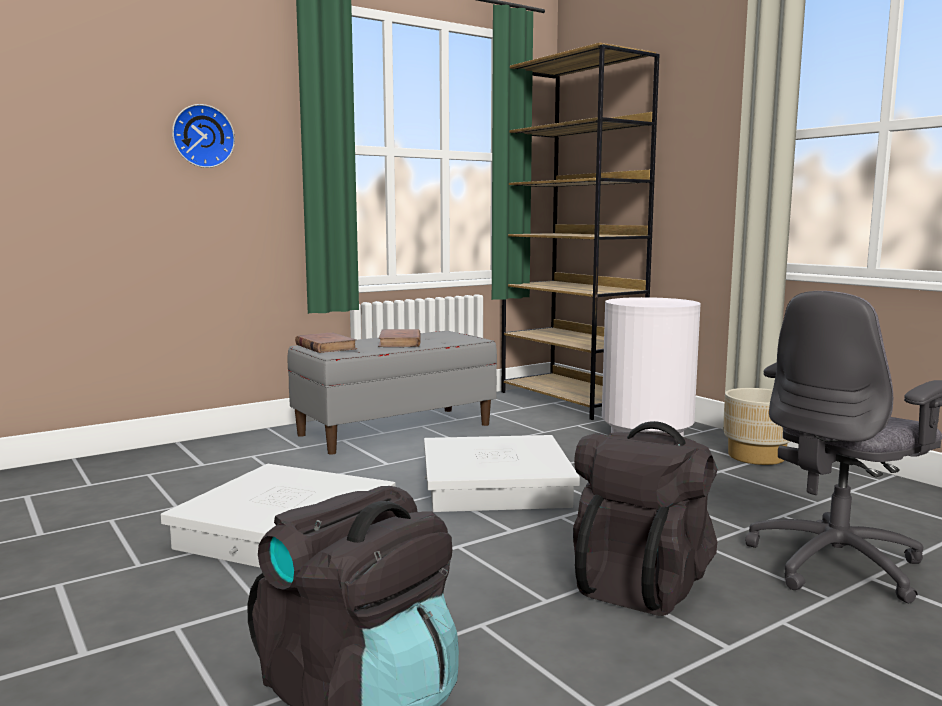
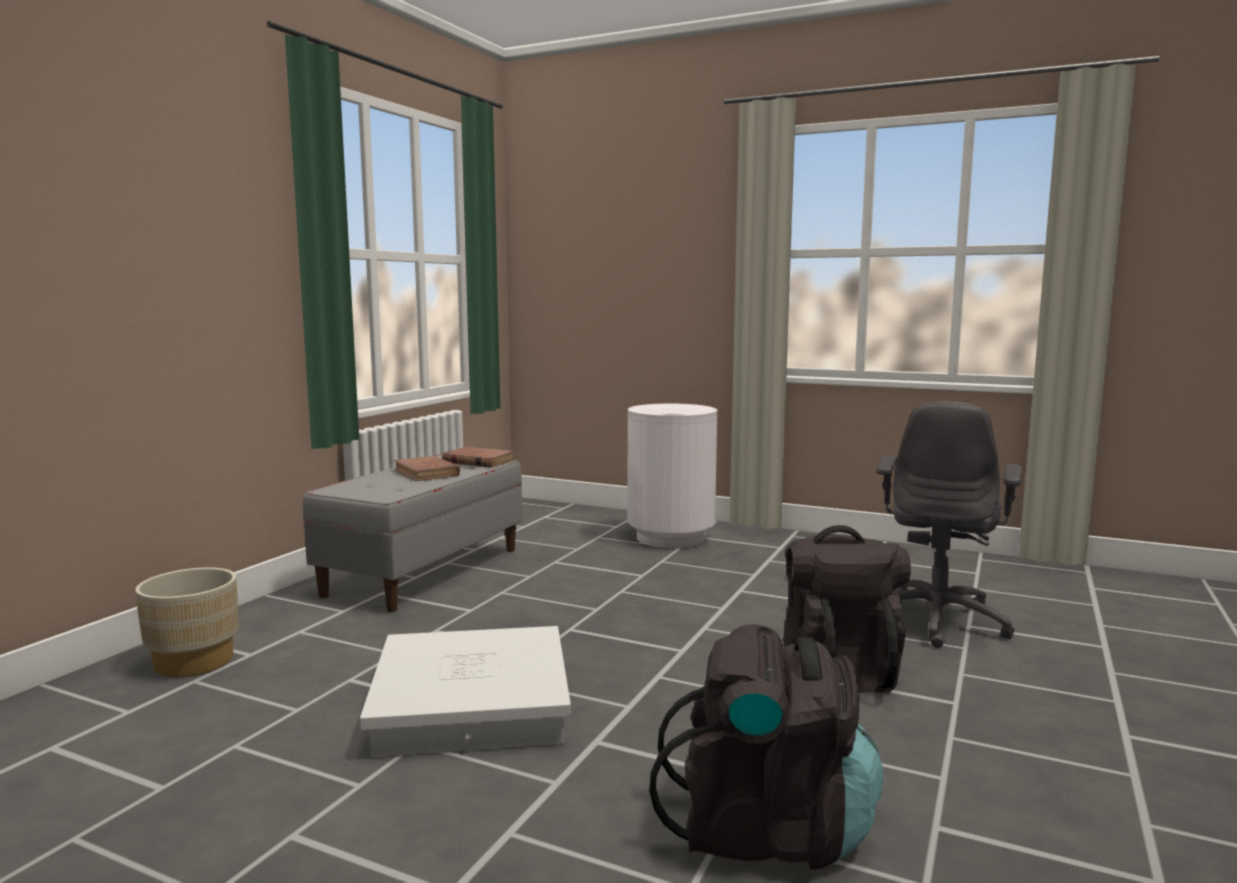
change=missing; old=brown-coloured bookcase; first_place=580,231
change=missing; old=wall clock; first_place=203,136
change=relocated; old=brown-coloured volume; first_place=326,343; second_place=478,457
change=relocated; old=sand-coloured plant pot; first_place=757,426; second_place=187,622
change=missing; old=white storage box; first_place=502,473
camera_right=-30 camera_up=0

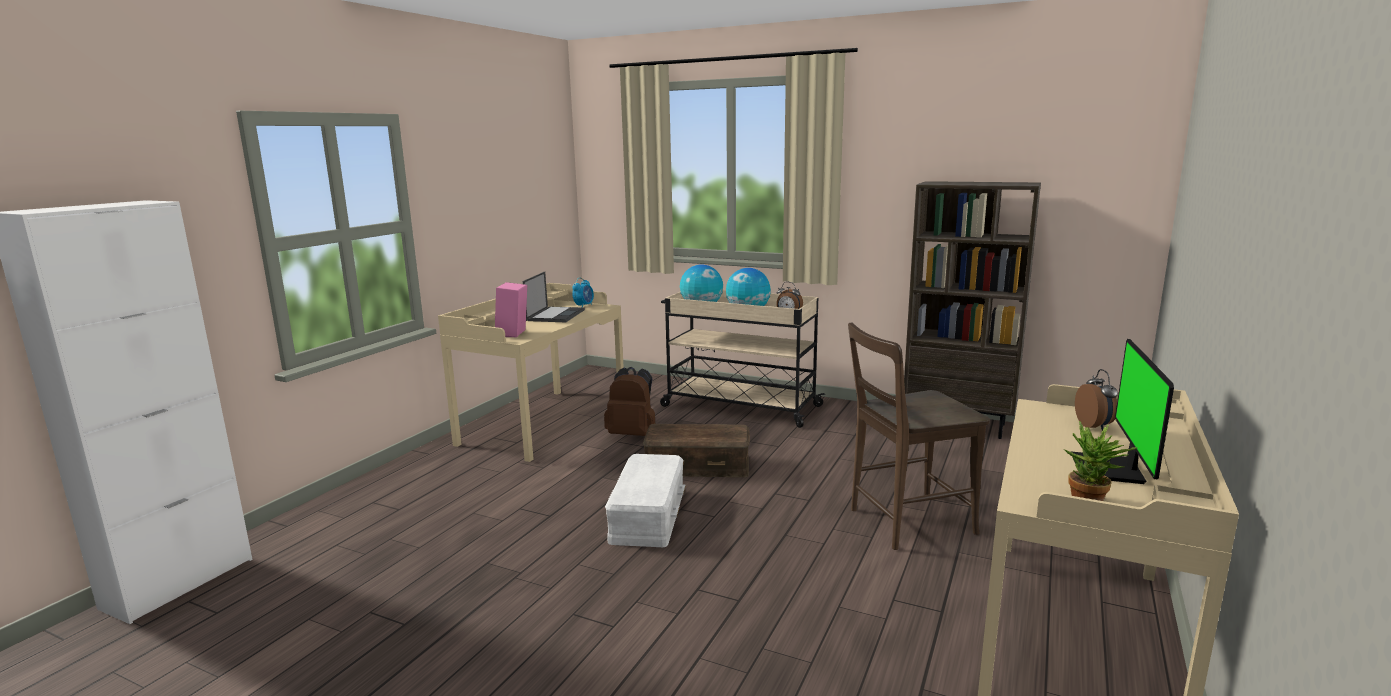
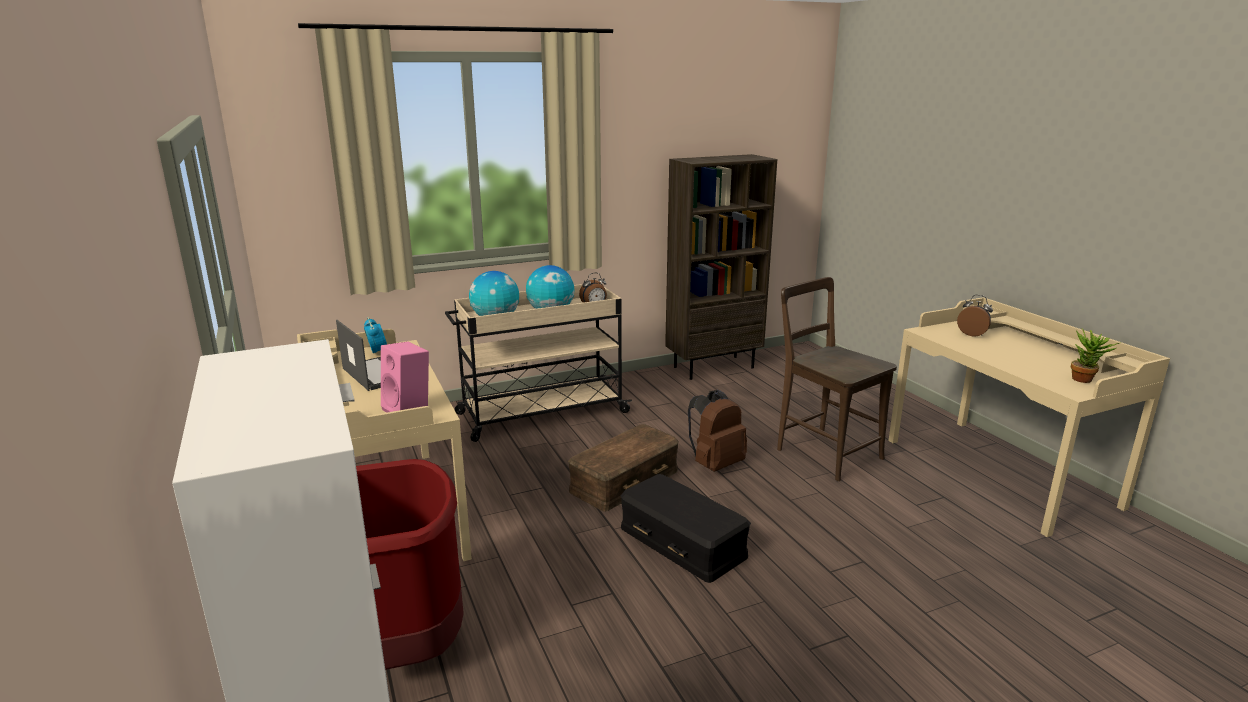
change=spun; old=brown-coloured plain chair; first_place=919,436; second_place=837,379; degrees=120
change=missing; old=computer display; first_place=1122,411
change=relocated; old=brown-coloured rucksack; first_place=629,401; second_place=717,431
change=colour; old=white storage box; new=blackish storage box; first_place=645,500; second_place=686,528
change=appeared; new=reddish rubbish bin; second_place=410,564
camera_right=-50 camera_up=5

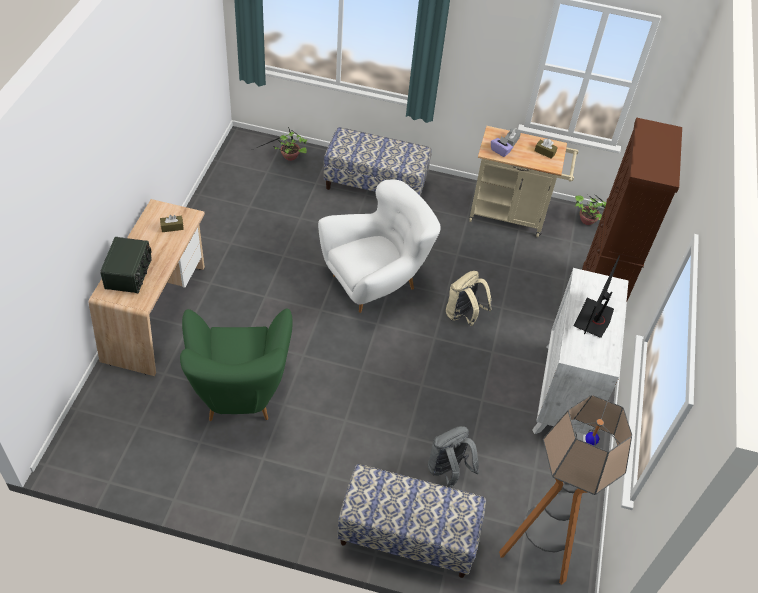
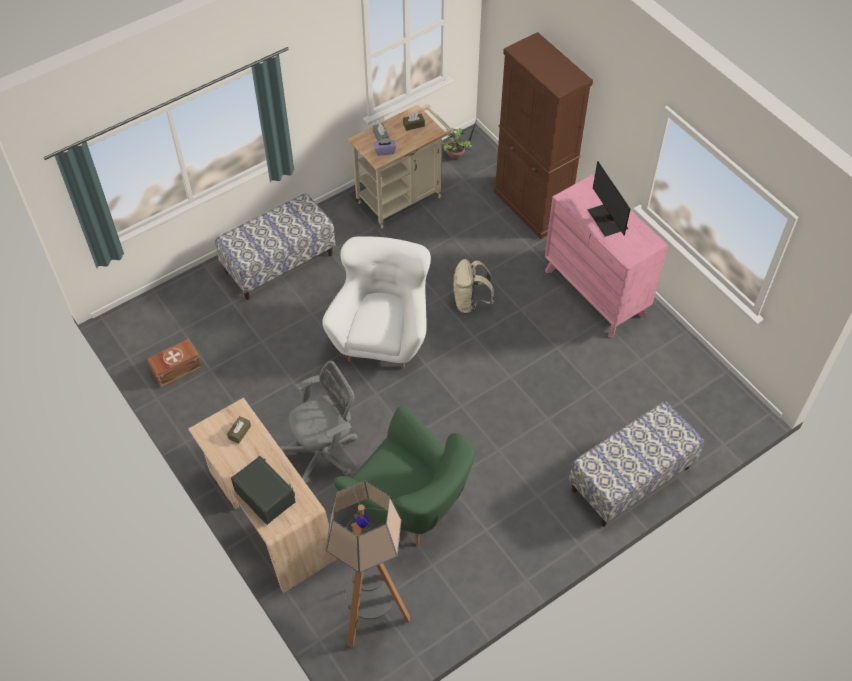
change=missing; old=houseplant; first_place=279,144
change=colour; old=white dresser; new=pink dresser; first_place=580,355; second_place=606,256
change=relocated; old=standing lamp; first_place=565,490; second_place=368,564
change=missing; old=gray rucksack; first_place=453,457
change=appeared; new=brown-coloured storage box; second_place=174,363
change=appeared; new=gray computer chair; second_place=319,422
camera_right=-45 camera_up=5

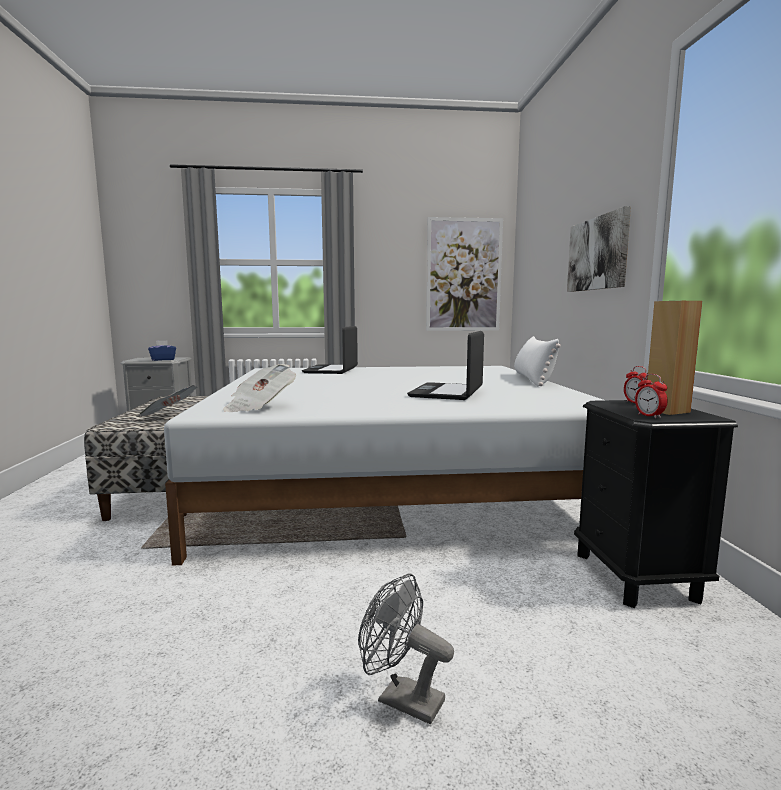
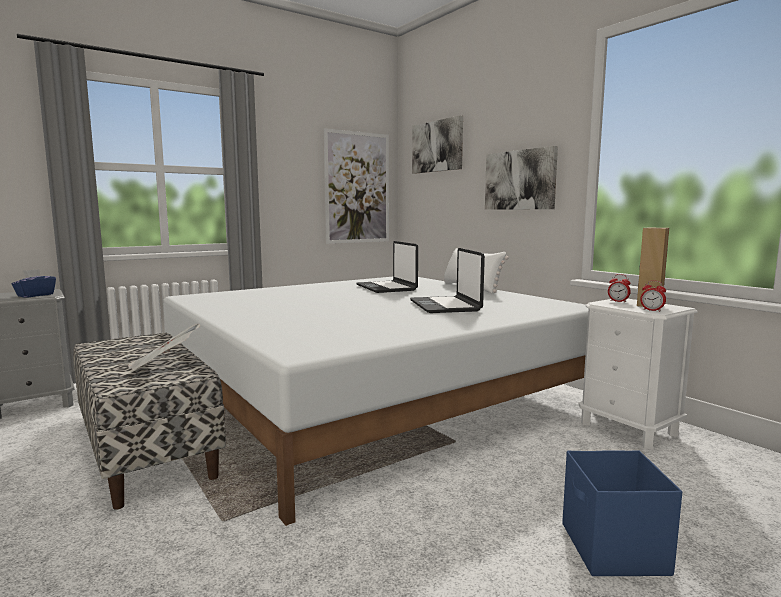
change=relocated; old=notebook computer; first_place=330,350; second_place=387,267
change=missing; old=daily paper; first_place=259,388
change=colour; old=blackish night table; new=white night table; first_place=656,504; second_place=638,374
change=exchanged; old=gray cooling fan; new=blue-coloured storage box; first_place=406,649; second_place=622,513
change=appeared; new=wall art; second_place=437,145
camera_right=-30 camera_up=0

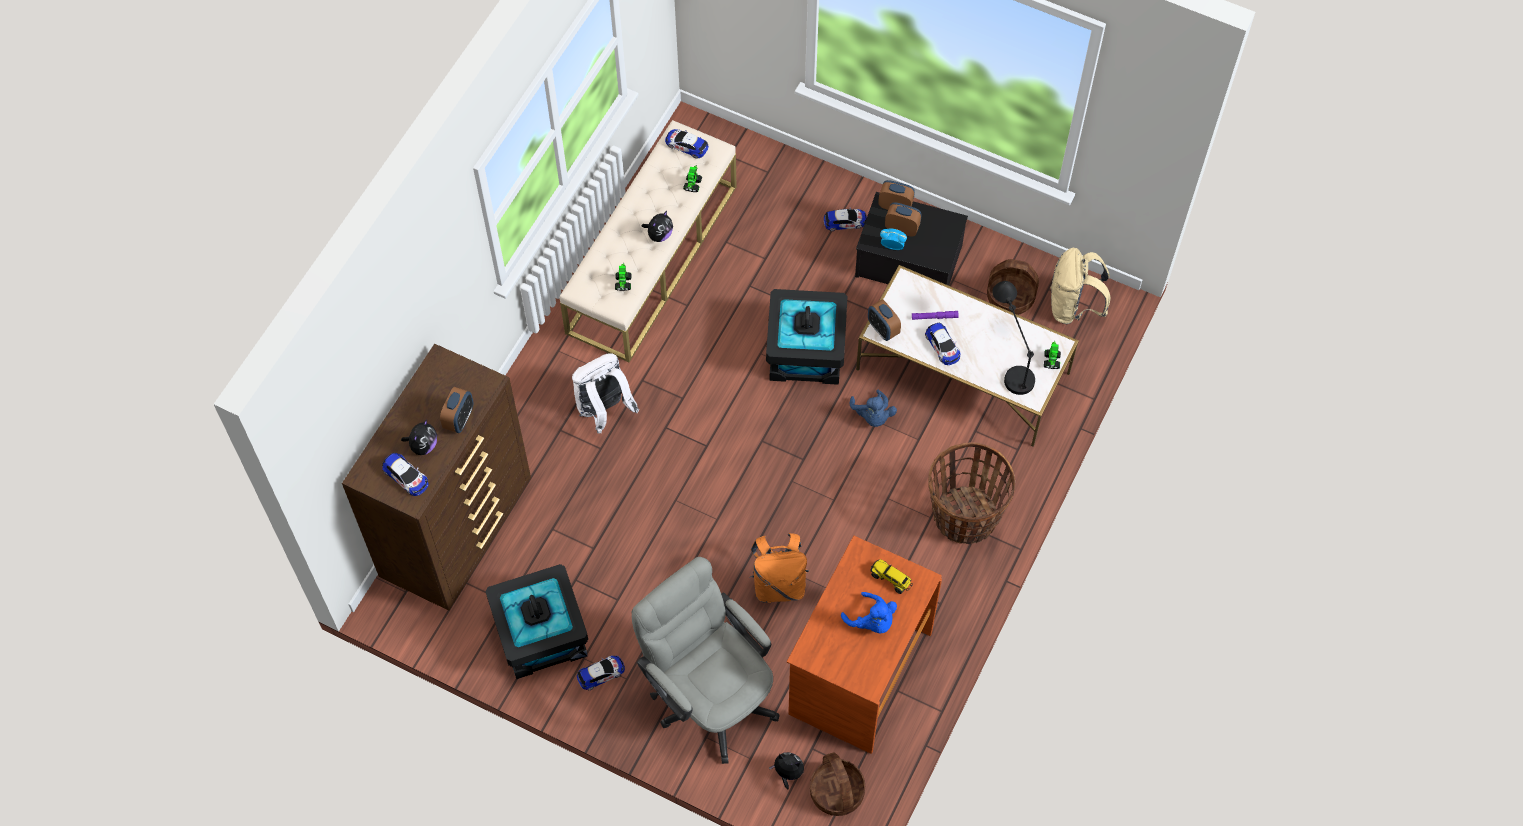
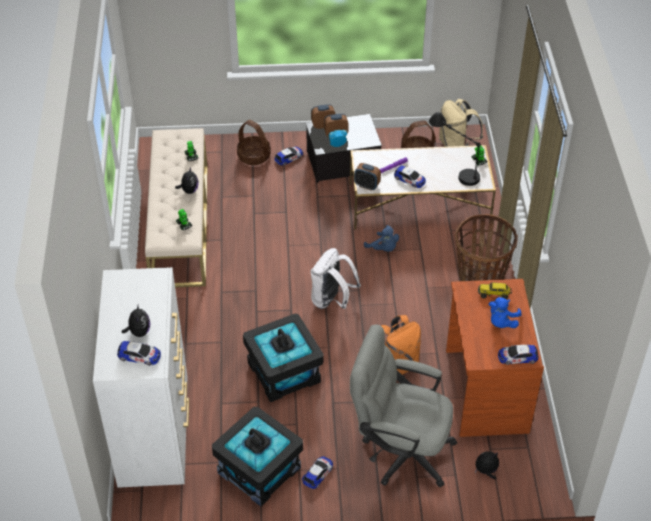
change=relocated; old=model car; first_place=687,144; second_place=518,355
change=relocated; old=blackish storage box; first_place=806,337; second_place=283,358
change=colour; old=brown-coloured dresser; new=white dresser; first_place=436,477; second_place=141,377
change=relocated; old=white rucksack; first_place=606,393; second_place=336,278
change=missing; old=alarm clock; first_place=456,410
change=spun; old=blue-coloured soft toy; first_place=869,613; second_place=505,312; degrees=105
change=relocated; old=storage basket; first_place=837,784; second_place=254,142
camera_right=-30 camera_up=-15

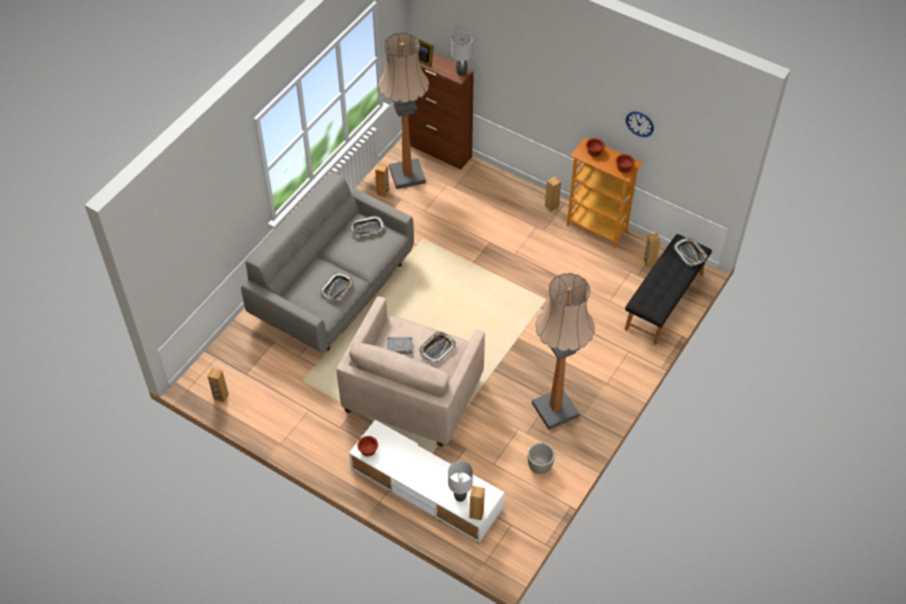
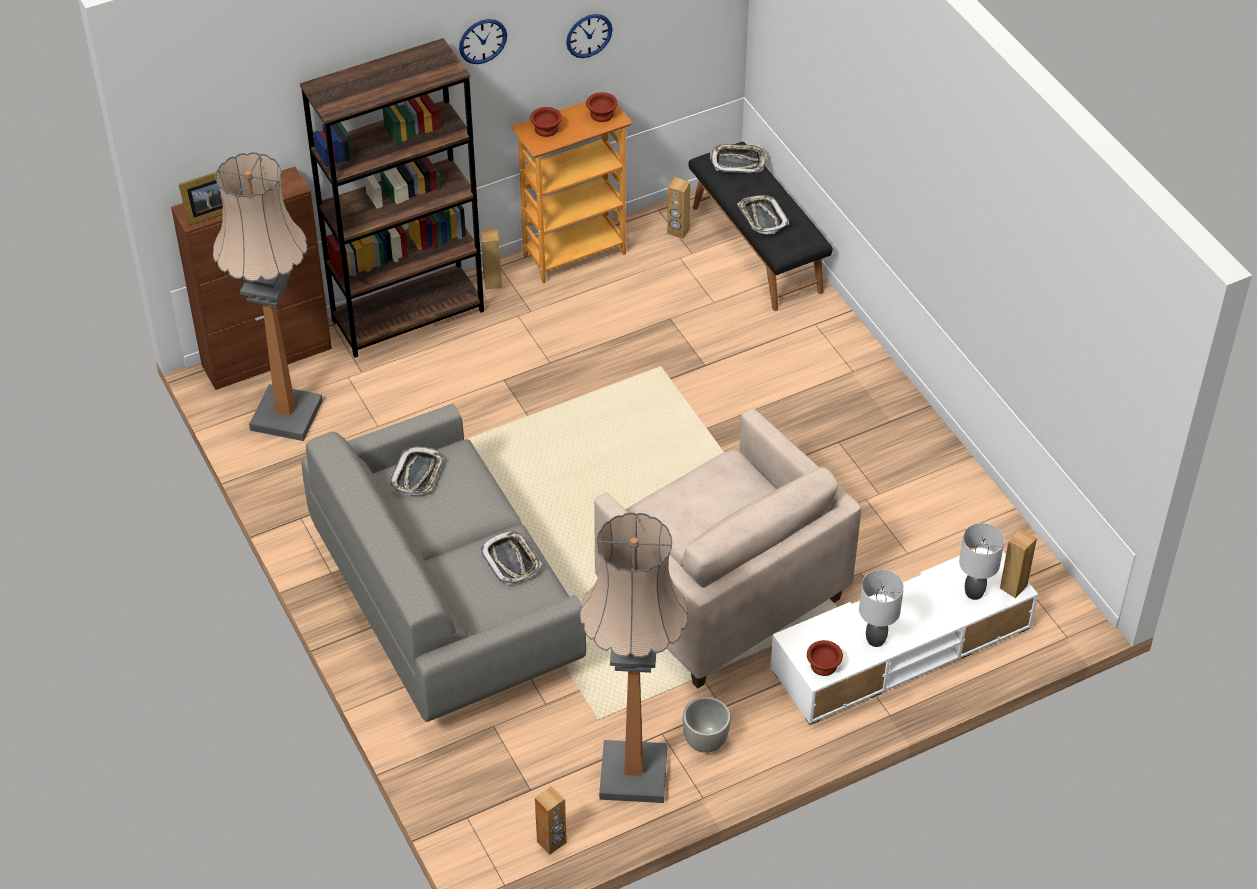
change=relocated; old=gray tabletop lamp; first_place=462,54; second_place=881,608
change=missing; old=brown-coloured speaker; first_place=382,180
change=relocated; old=standing lamp; first_place=563,351; second_place=634,657
change=relocated; old=carrying tray; first_place=438,347; second_place=763,215
change=missing; old=gray volume; first_place=400,345
change=relocated; old=gray plant pot; first_place=541,458; second_place=707,725
change=appeared; new=wall clock; second_place=483,41
change=appeared; new=brown-coloured bookcase; second_place=392,198
camera_right=-60 camera_up=-5

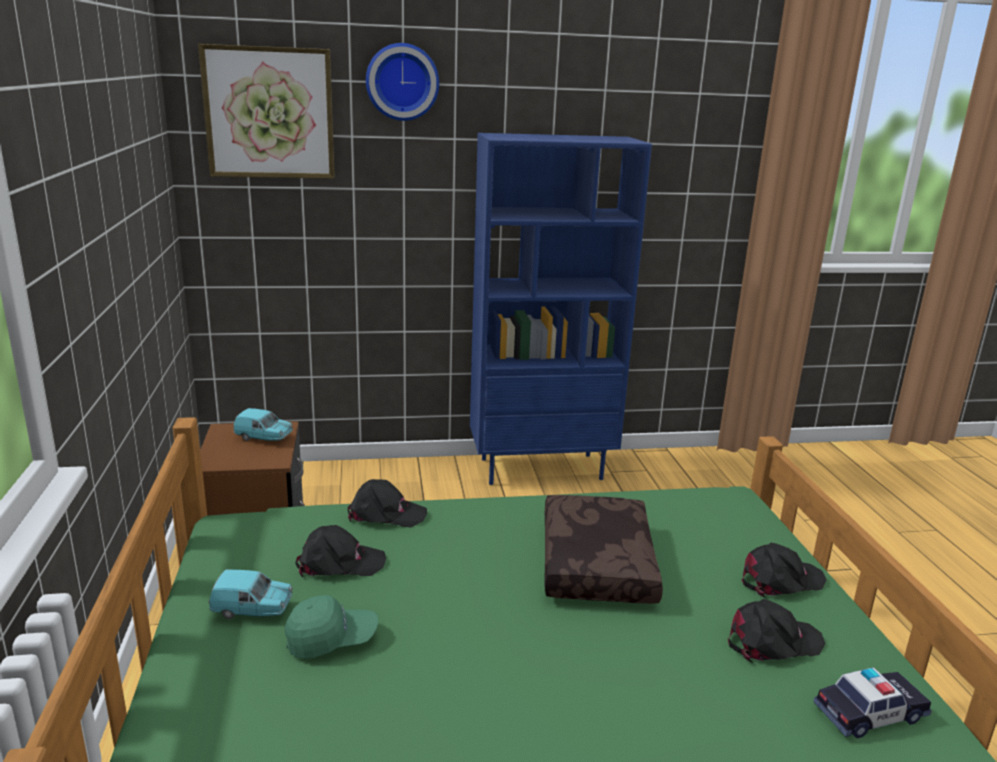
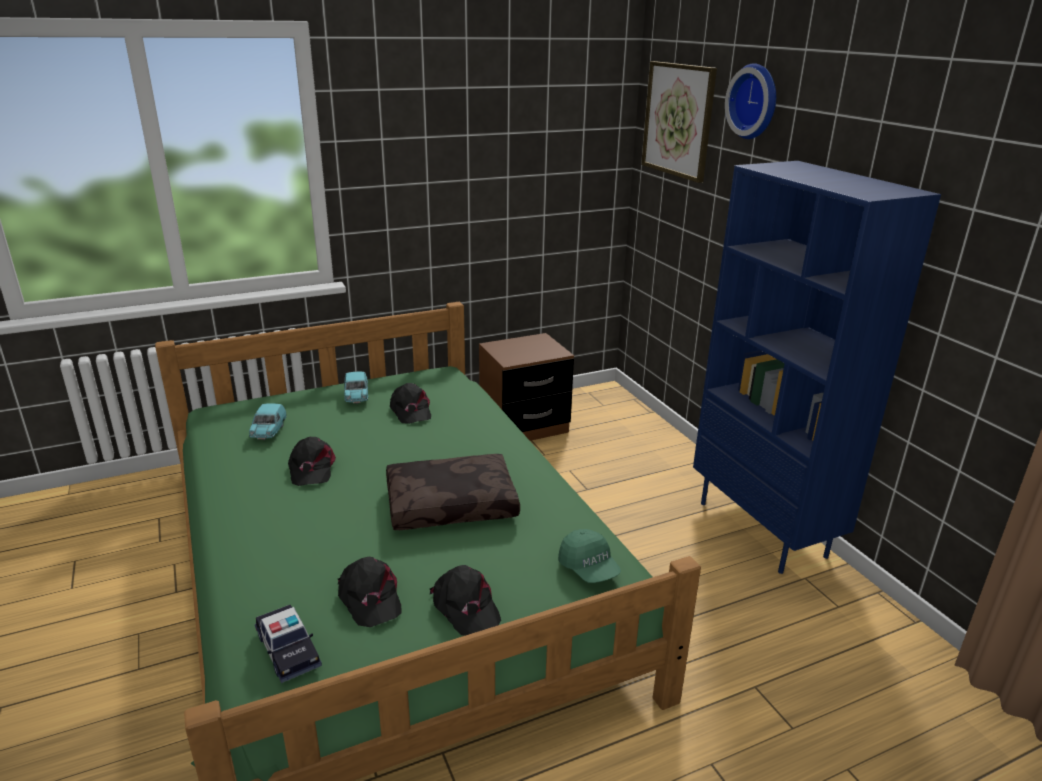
change=relocated; old=turquoise model car; first_place=263,424; second_place=268,421
change=relocated; old=blackish baseball cap; first_place=387,503; second_place=312,461
change=relocated; old=green-coloured baseball cap; first_place=331,627; second_place=589,556
camera_right=75 camera_up=5

